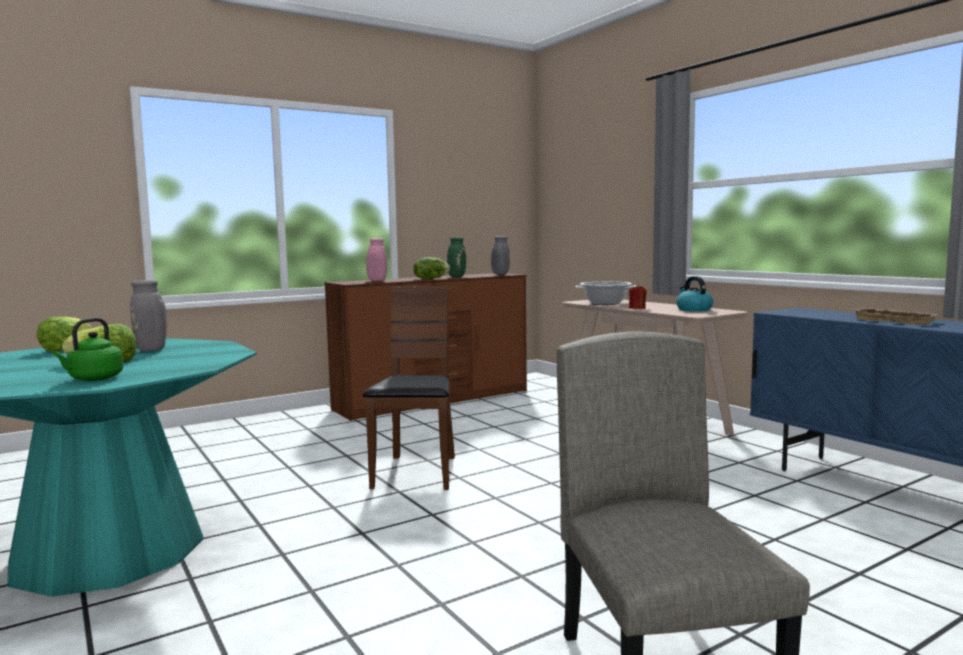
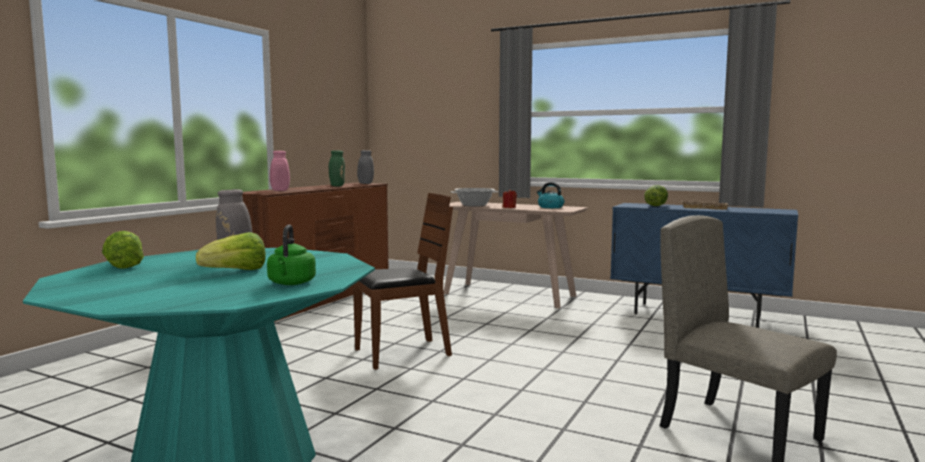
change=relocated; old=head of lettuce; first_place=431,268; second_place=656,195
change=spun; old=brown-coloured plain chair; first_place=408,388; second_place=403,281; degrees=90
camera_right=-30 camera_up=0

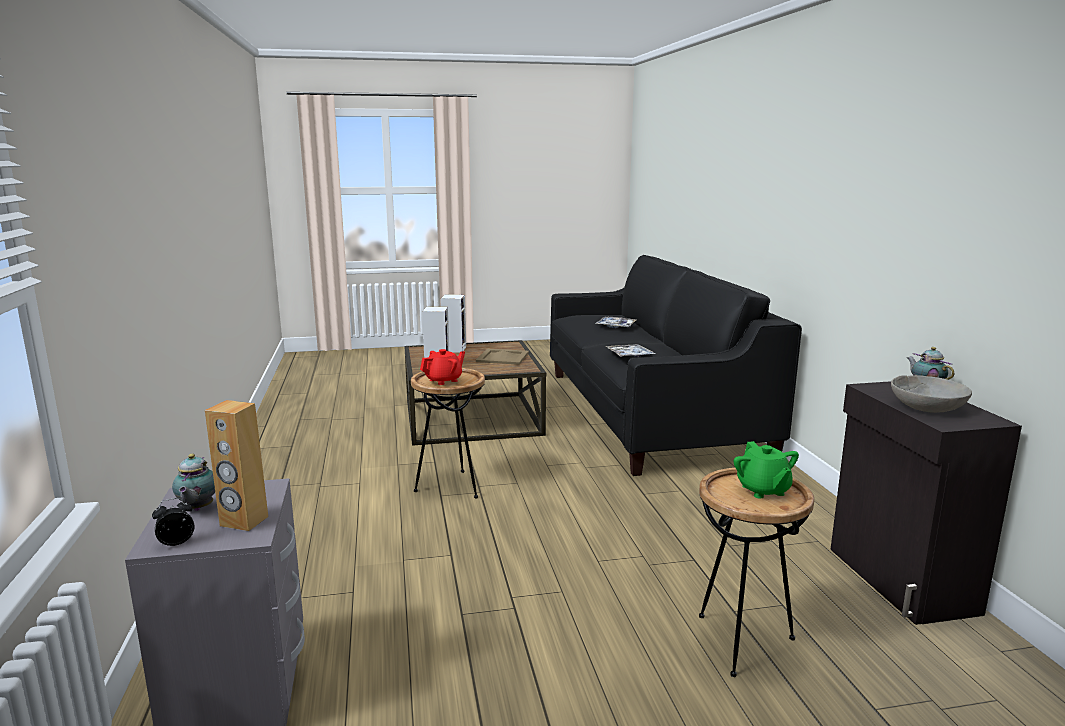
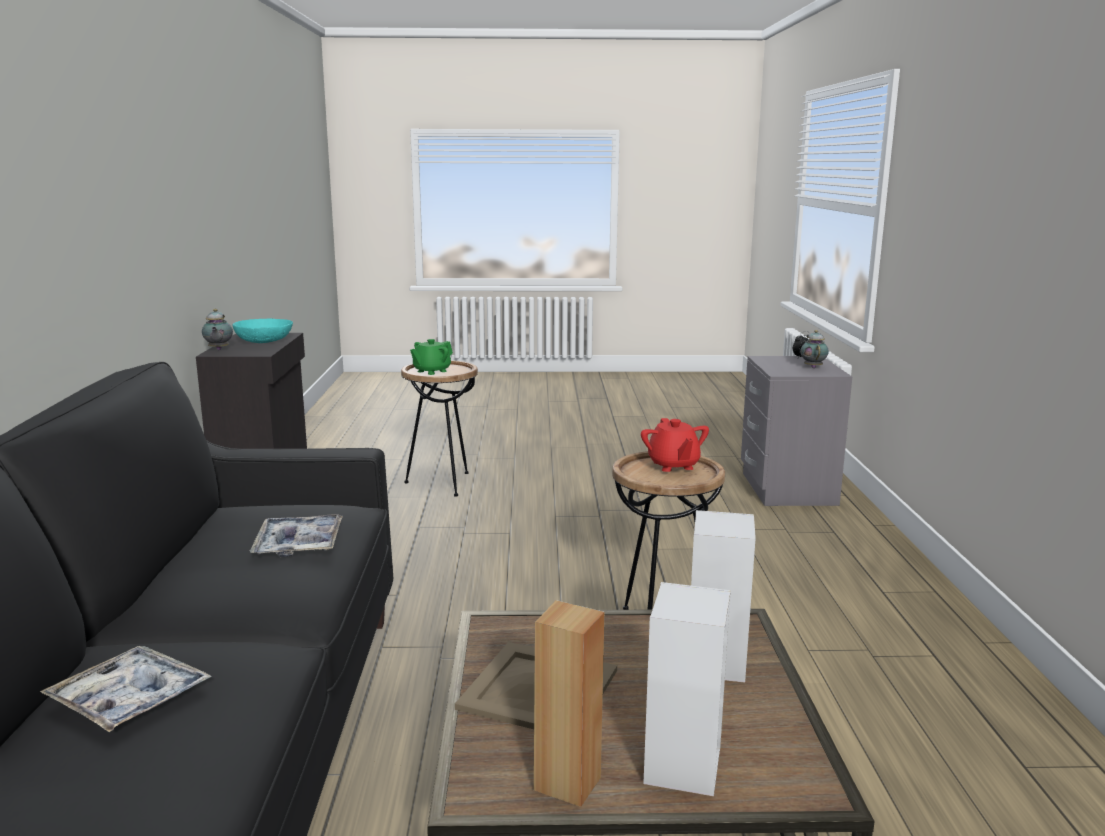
change=spun; old=reddish teapot; first_place=442,367; second_place=675,445; degrees=-75
change=colour; old=gray bowl; new=turquoise bowl; first_place=931,394; second_place=263,331
change=relocated; old=brown-coloured speaker; first_place=236,465; second_place=569,703
change=spun; old=green-coloured teapot; first_place=766,469; second_place=431,357; degrees=-135
camera_right=-170 camera_up=0

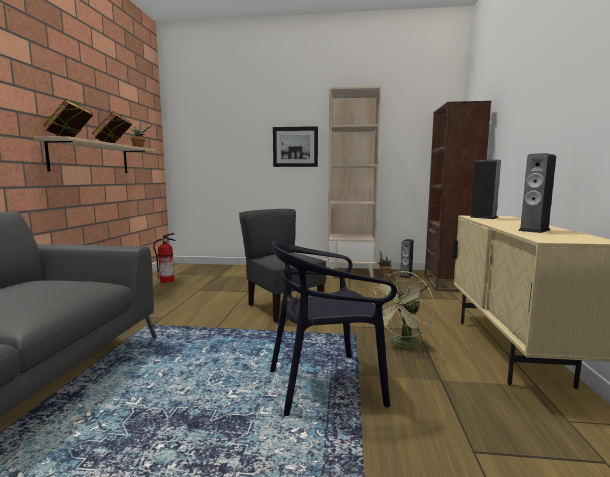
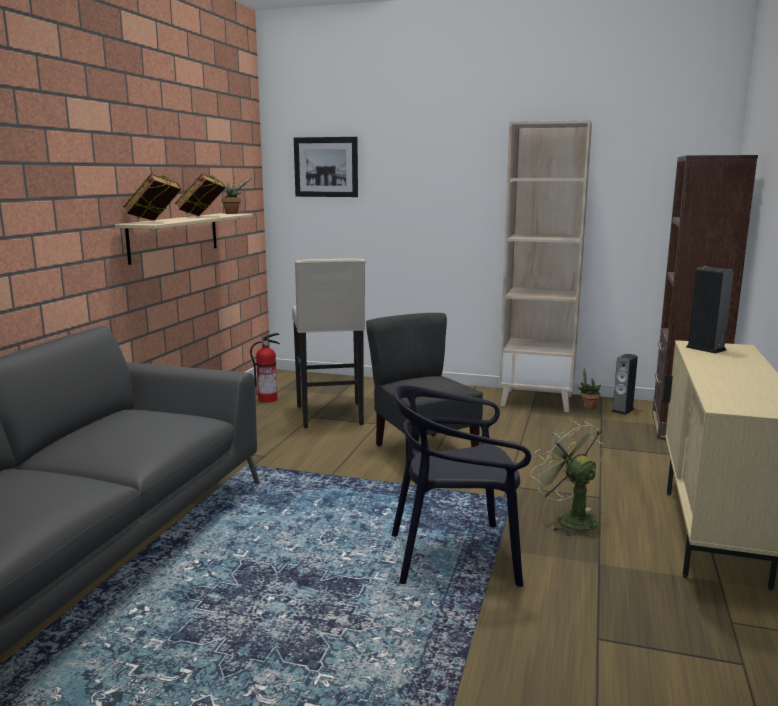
change=relocated; old=wall art; first_place=295,146; second_place=326,167
change=missing; old=speaker; first_place=537,193
change=spun; old=green-coloured cooling fan; first_place=403,312; second_place=567,479; degrees=90
change=appeared; new=sand-coloured stool seat; second_place=328,343
camera_right=10 camera_up=5

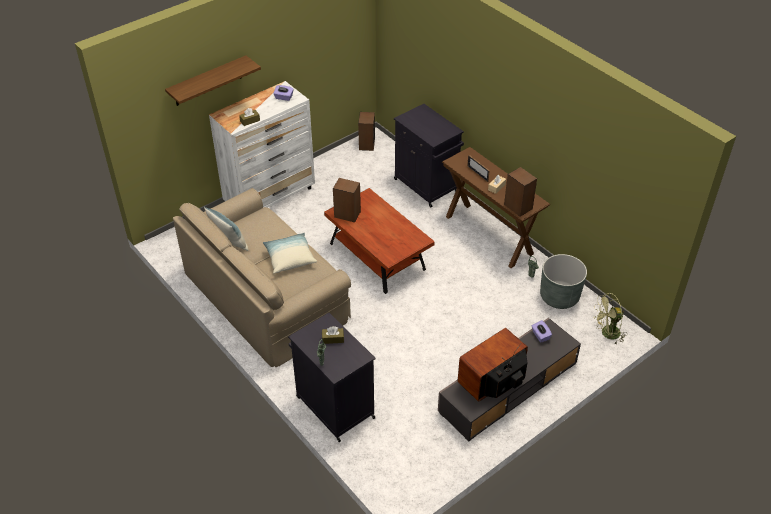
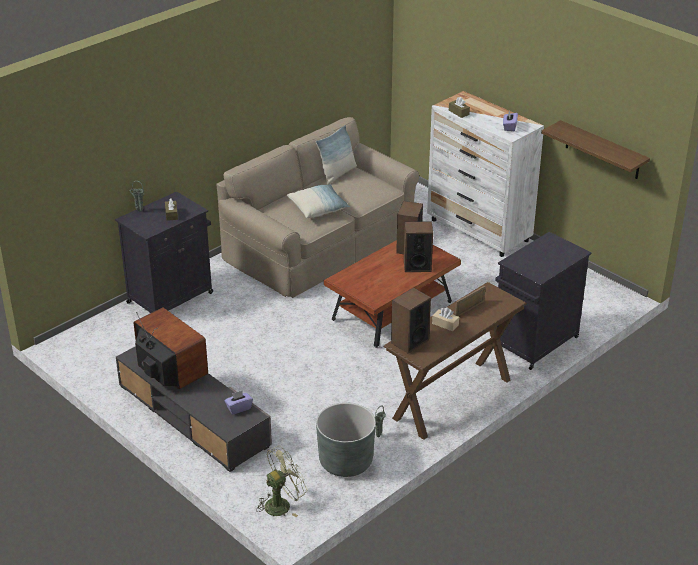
change=relocated; old=bracket shelf; first_place=213,81; second_place=595,149
change=relocated; old=speaker; first_place=366,131; second_place=418,246
change=spun; old=green-coloured cooling fan; first_place=610,319; second_place=281,481; degrees=75
camera_right=85 camera_up=-10

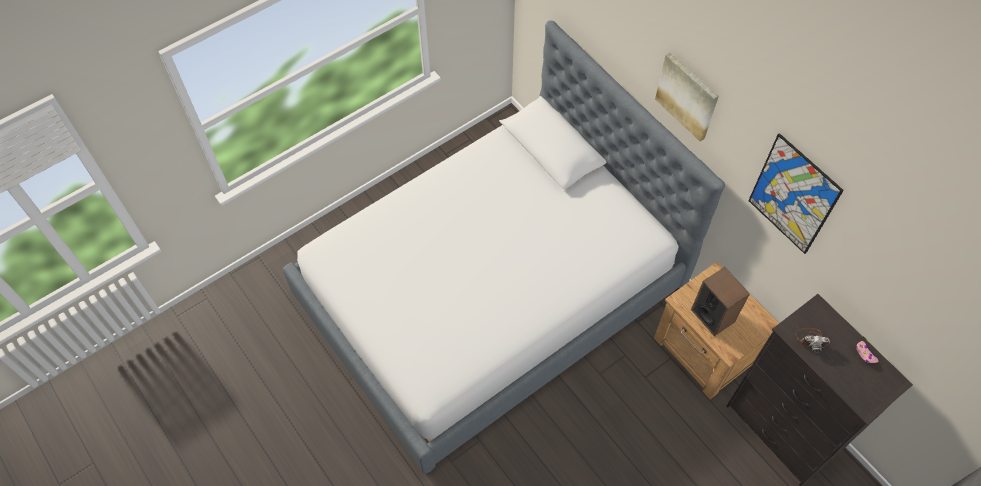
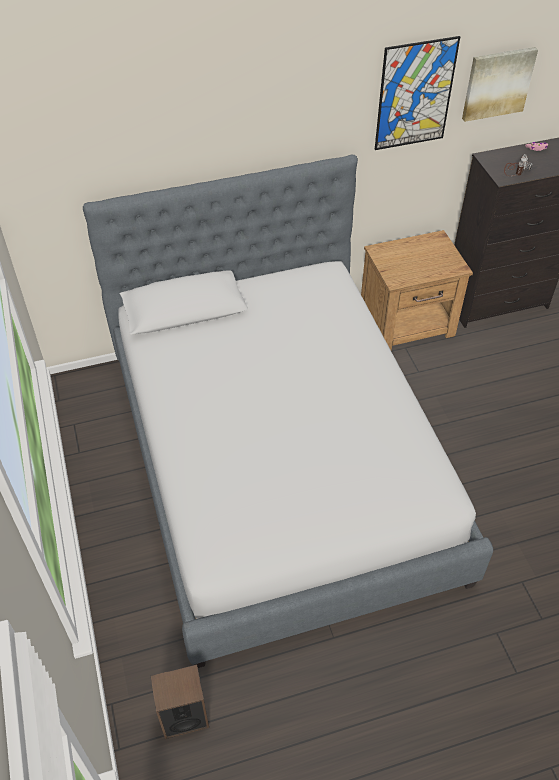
change=relocated; old=wall art; first_place=687,97; second_place=500,84
change=relocated; old=speaker; first_place=720,301; second_place=180,701
camera_right=-70 camera_up=-10

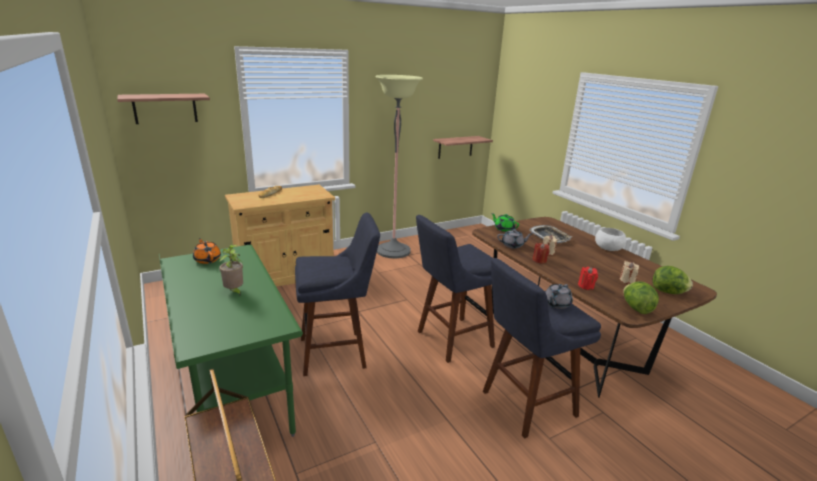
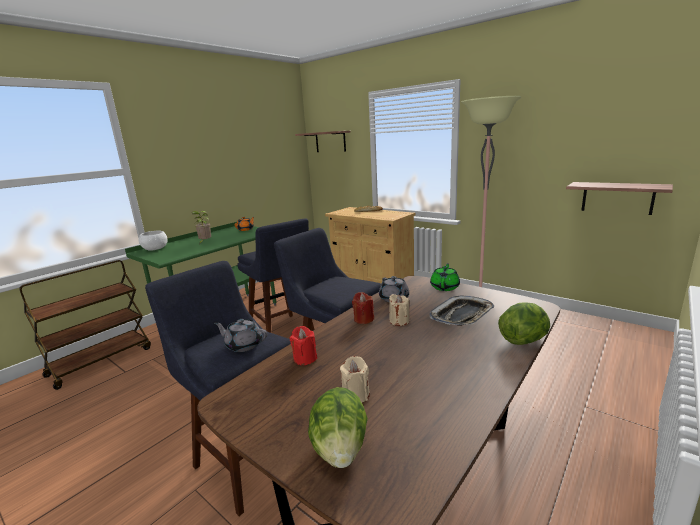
change=relocated; old=white bowl; first_place=610,239; second_place=153,240
change=relocated; old=head of lettuce; first_place=641,297; second_place=524,324
camera_right=70 camera_up=-5

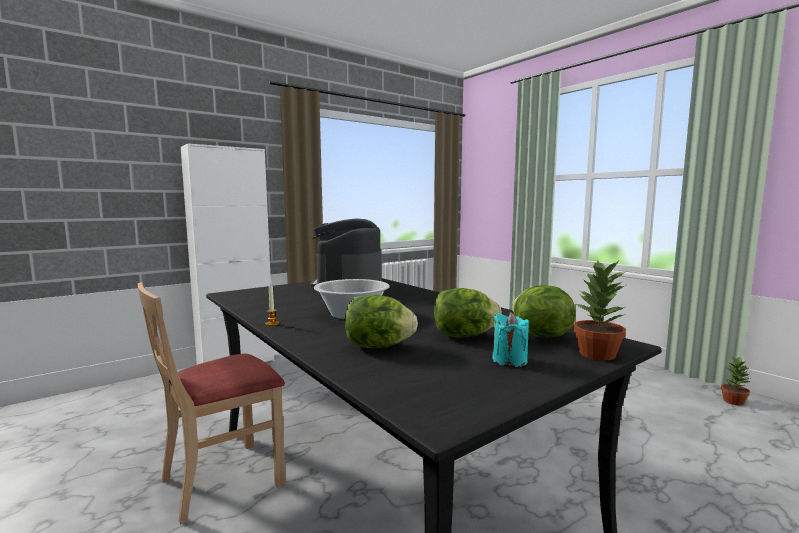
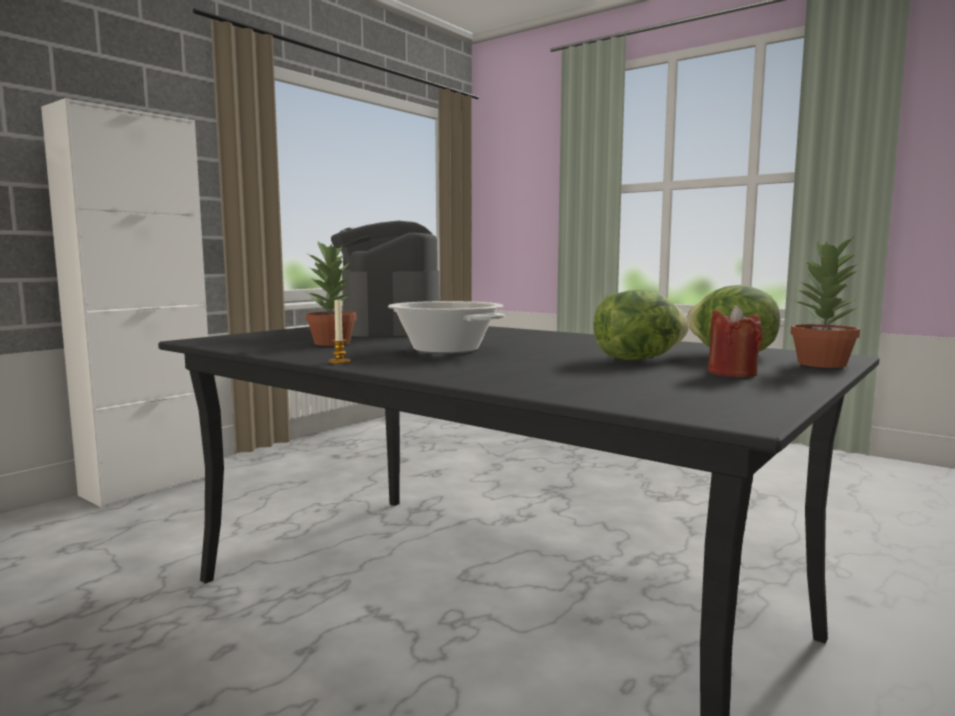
change=missing; old=sand-coloured plain chair; first_place=212,403
change=missing; old=head of lettuce; first_place=381,321
change=colour; old=turquoise wax light; new=reddish wax light; first_place=510,339; second_place=735,341
change=relocated; old=houseplant; first_place=736,381; second_place=331,293
camera_right=-15 camera_up=0

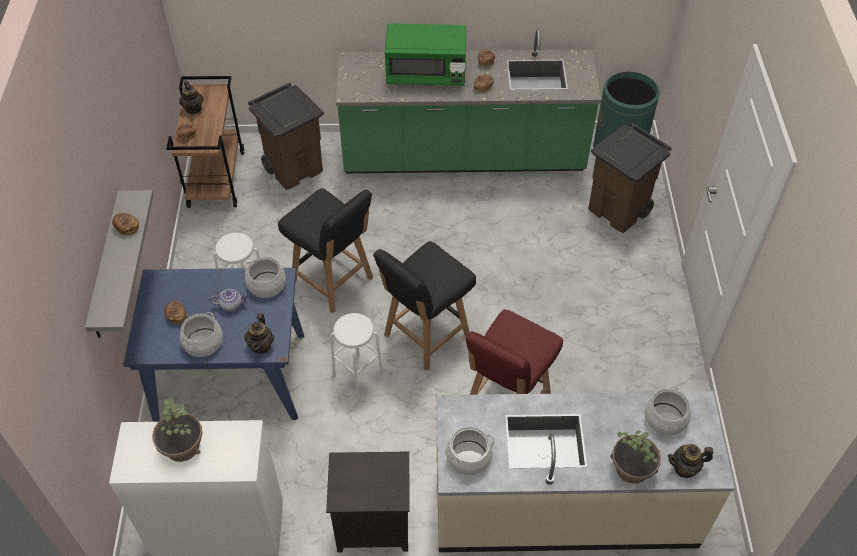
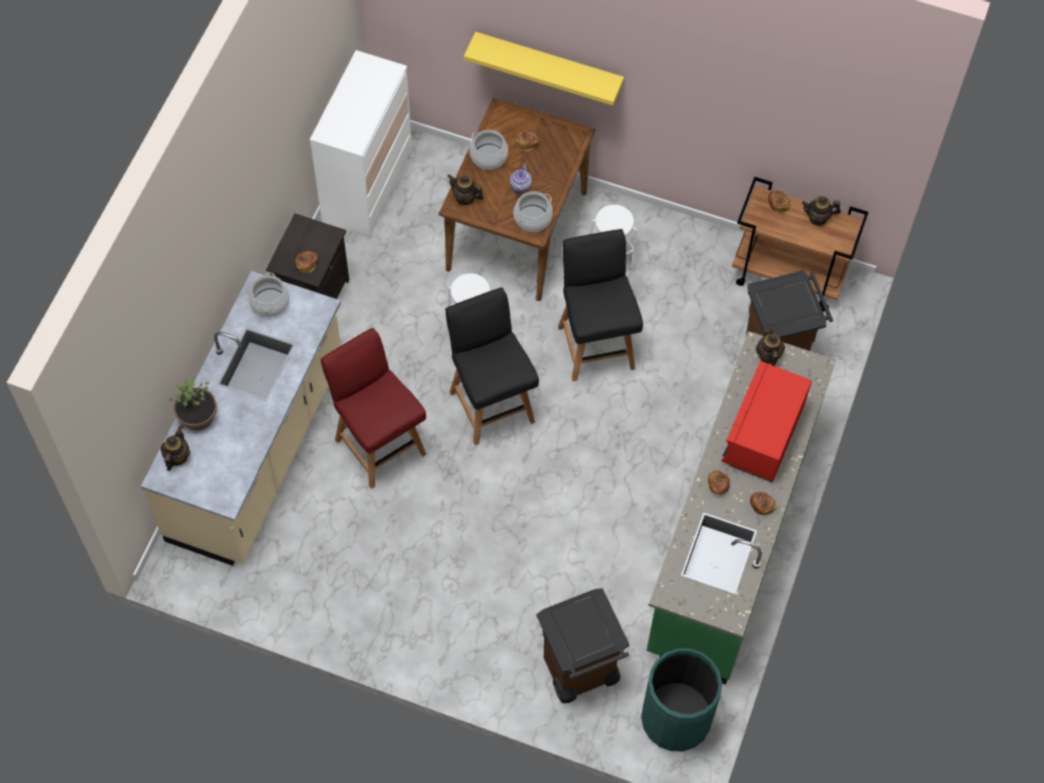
change=colour; old=green-coloured microwave; new=reddish microwave; first_place=425,54; second_place=767,422
change=spun; old=blackish plain chair; first_place=325,250; second_place=600,305; degrees=105
change=colour; old=gray bracket shelf; new=yellow bracket shelf; first_place=119,264; second_place=544,69
change=relocated; old=bakery bread; first_place=125,224; second_place=307,261
change=colour; old=blue-coloured dinner table; new=brown-coloured dinner table; first_place=213,345; second_place=517,199
change=missing; old=saucepot; first_place=667,411
change=missing; old=houseplant; first_place=177,429
change=appeared; new=teapot; second_place=770,345
camera_right=110 camera_up=10

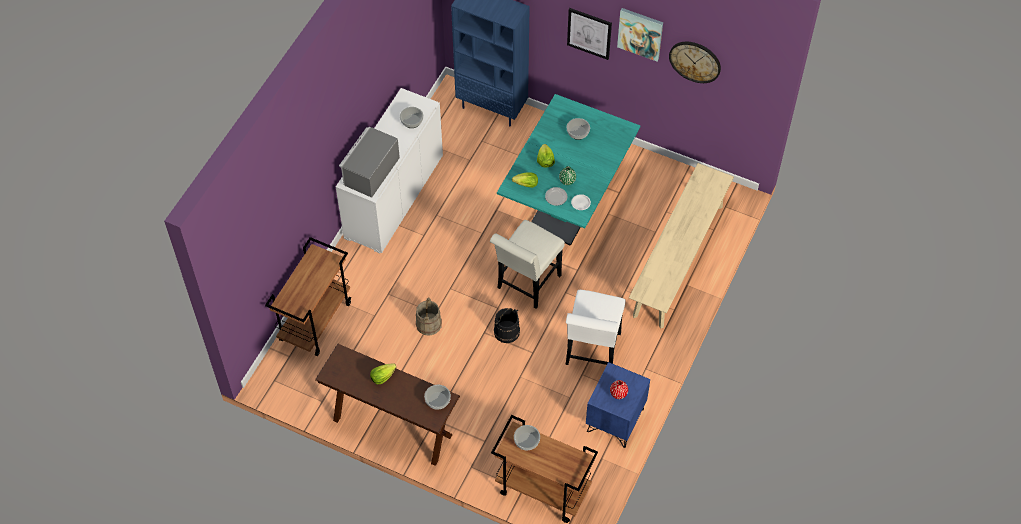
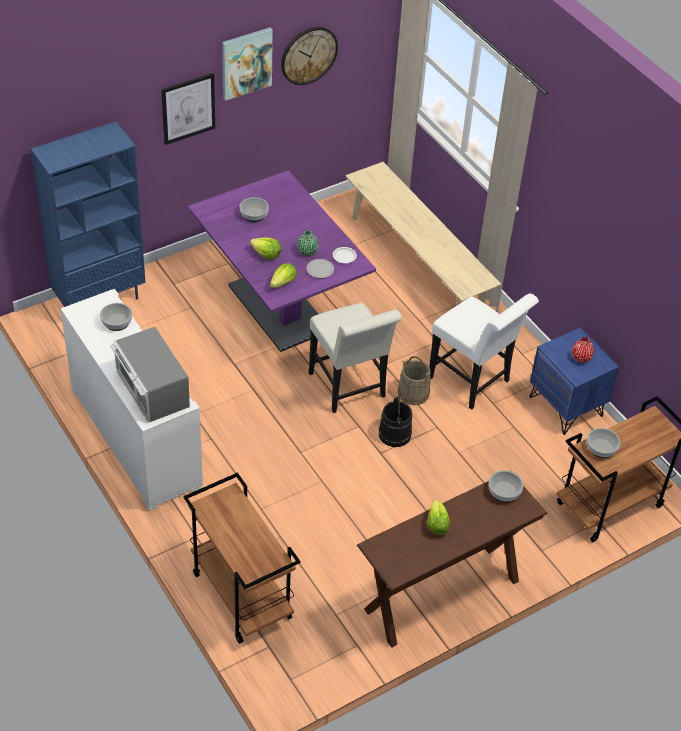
change=colour; old=turquoise dinner table; new=purple dinner table; first_place=568,170; second_place=282,261
change=relocated; old=sand-coloured bucket; first_place=429,316; second_place=414,380
camera_right=-60 camera_up=-10

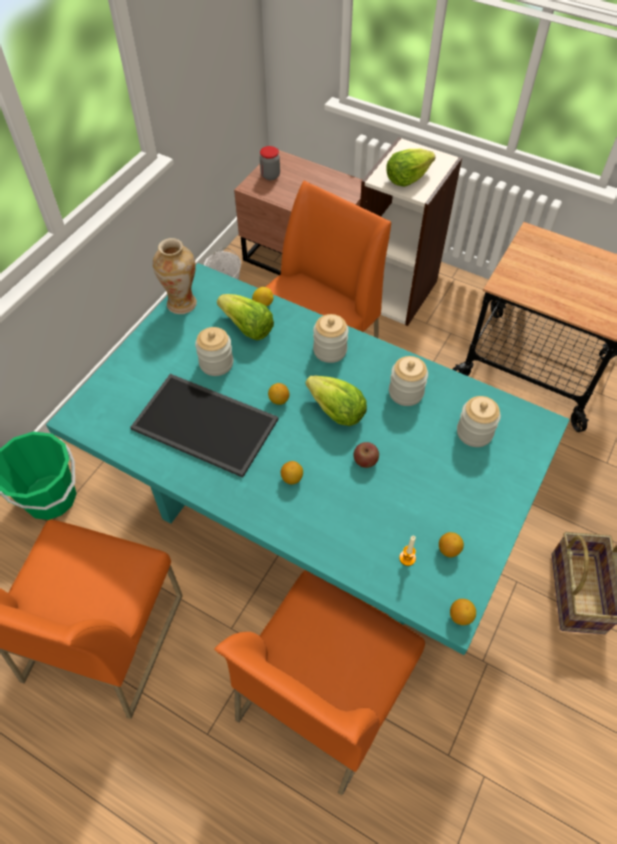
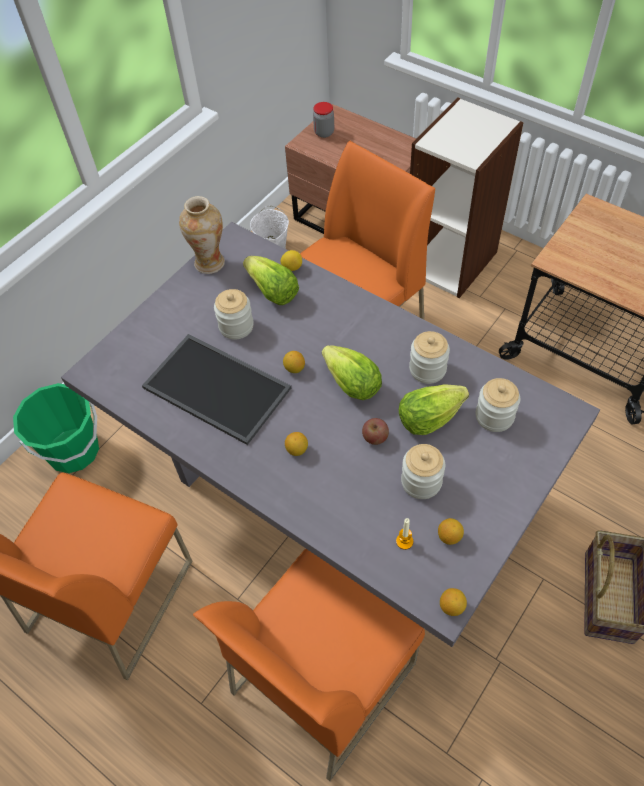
change=relocated; old=head of lettuce; first_place=410,167; second_place=434,409
change=colour; old=turquoise dinner table; new=gray dinner table; first_place=308,459; second_place=330,434
change=relocated; old=jar; first_place=331,338; second_place=423,471
camera_right=10 camera_up=0

